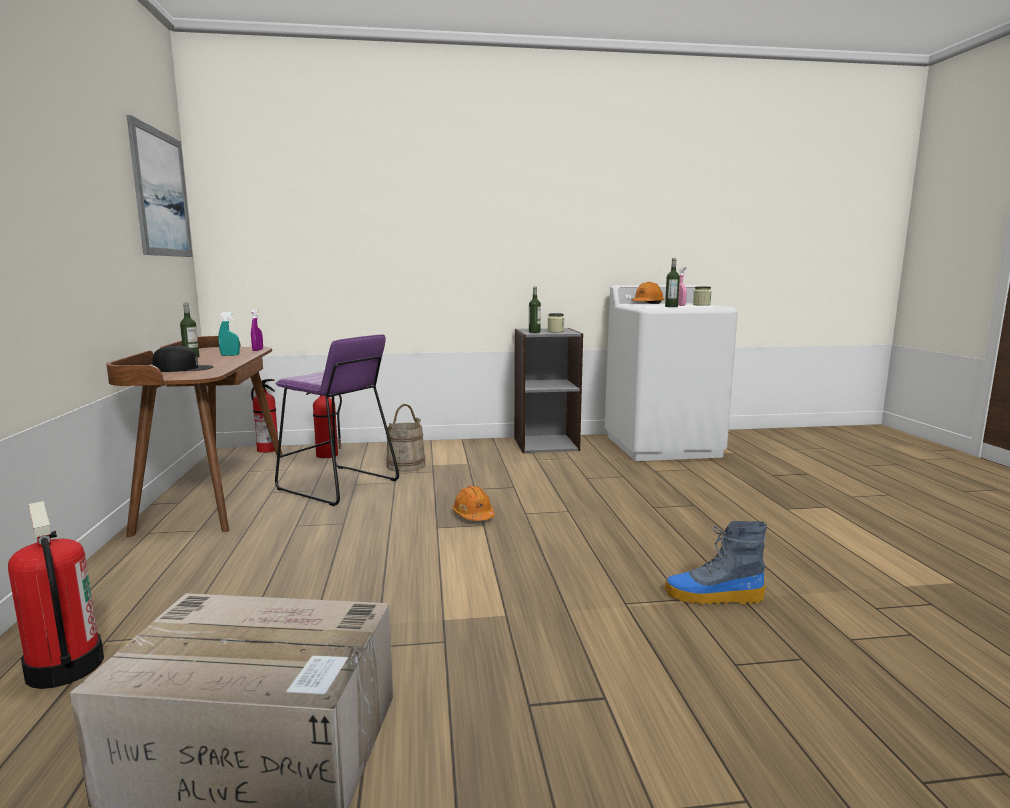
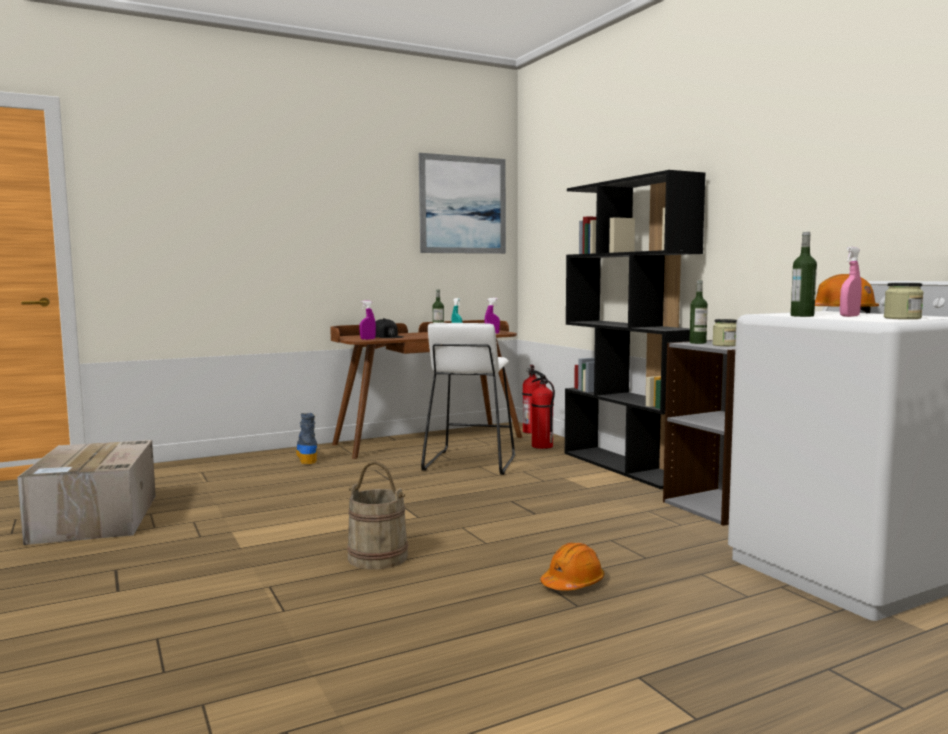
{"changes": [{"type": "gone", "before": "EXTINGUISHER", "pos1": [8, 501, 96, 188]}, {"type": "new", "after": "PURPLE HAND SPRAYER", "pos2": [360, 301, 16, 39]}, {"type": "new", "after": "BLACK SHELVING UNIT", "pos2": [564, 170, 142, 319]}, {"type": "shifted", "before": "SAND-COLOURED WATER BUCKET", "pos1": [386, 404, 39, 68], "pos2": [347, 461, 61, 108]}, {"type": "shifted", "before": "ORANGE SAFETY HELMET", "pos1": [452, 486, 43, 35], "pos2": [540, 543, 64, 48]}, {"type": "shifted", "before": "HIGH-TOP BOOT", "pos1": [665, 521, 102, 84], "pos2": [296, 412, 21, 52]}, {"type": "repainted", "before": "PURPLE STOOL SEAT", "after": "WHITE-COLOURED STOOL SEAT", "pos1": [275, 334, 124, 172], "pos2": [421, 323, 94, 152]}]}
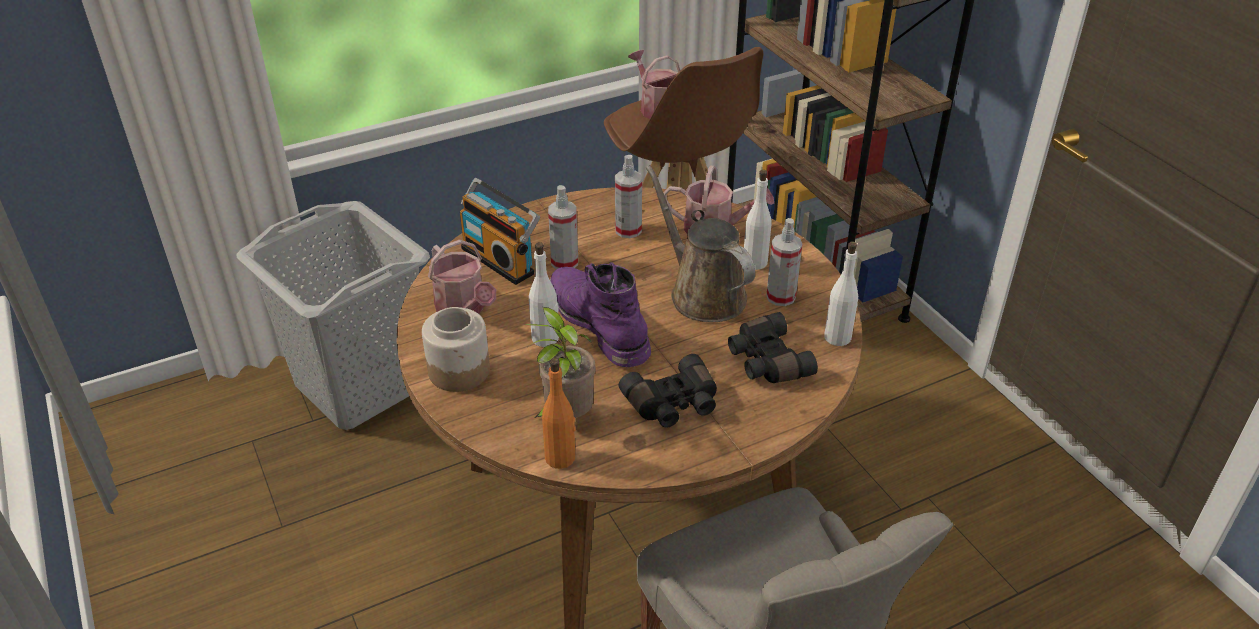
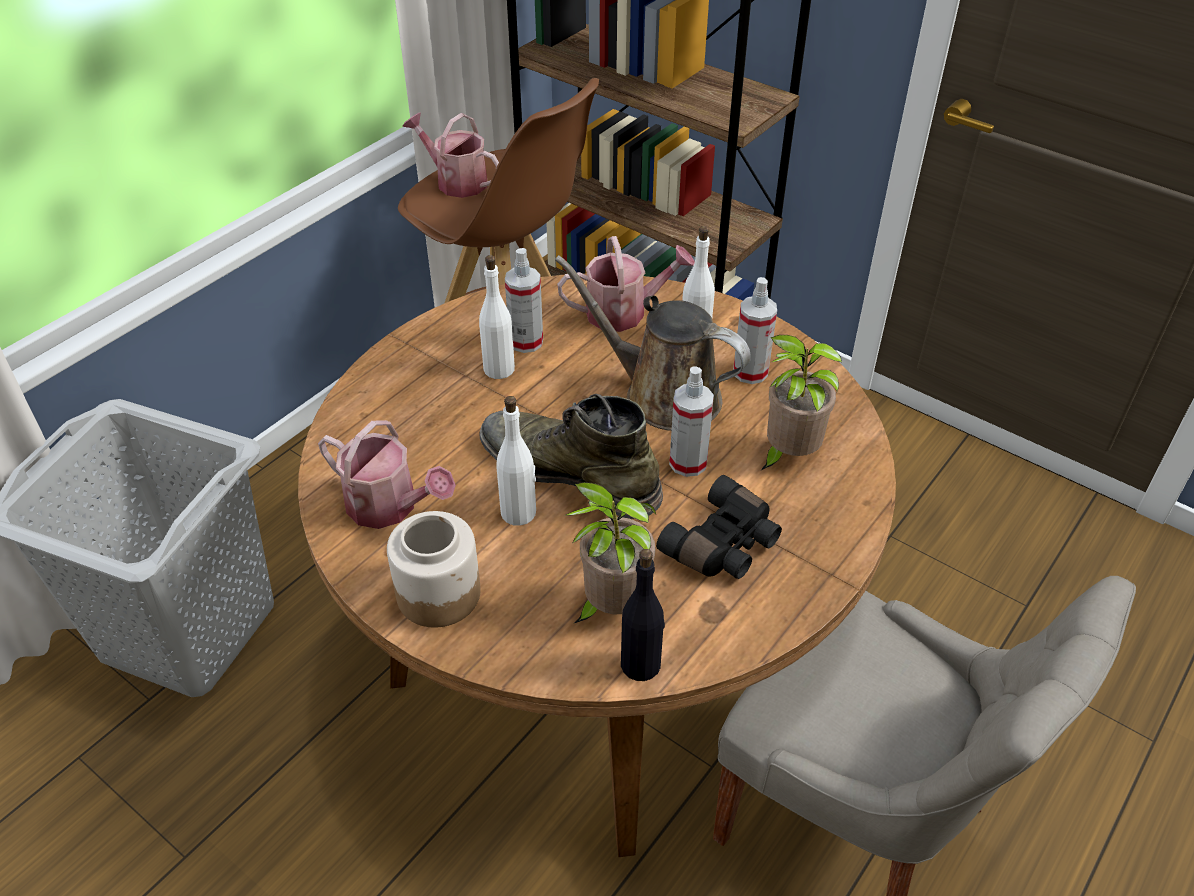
{"changes": [{"type": "gone", "before": "RADIO SET", "pos1": [460, 178, 80, 107]}, {"type": "shifted", "before": "HAND SPRAYER", "pos1": [548, 185, 30, 84], "pos2": [669, 366, 45, 111]}, {"type": "shifted", "before": "WHITE-COLOURED DRINK BOTTLE", "pos1": [824, 241, 34, 105], "pos2": [479, 255, 36, 124]}, {"type": "swapped", "before": "BLACK BINOCULARS", "after": "HOUSEPLANT", "pos1": [728, 312, 90, 71], "pos2": [760, 335, 82, 136]}, {"type": "repainted", "before": "ORANGE DRINK BOTTLE", "after": "BLACK DRINK BOTTLE", "pos1": [542, 358, 33, 111], "pos2": [621, 549, 44, 132]}, {"type": "repainted", "before": "PURPLE HIGH-TOP BOOT", "after": "GREENISH HIGH-TOP BOOT", "pos1": [550, 262, 101, 105], "pos2": [479, 394, 184, 125]}]}
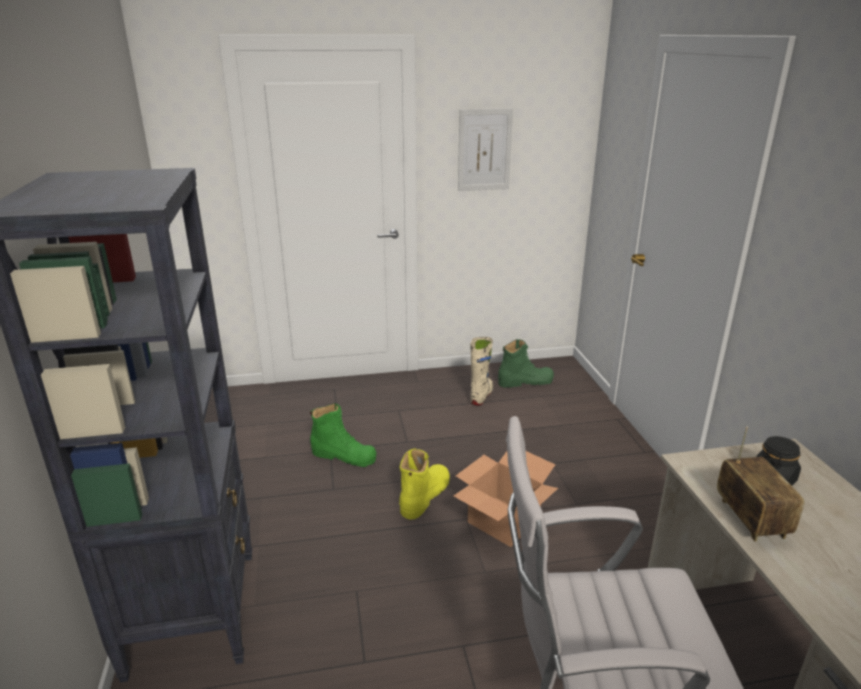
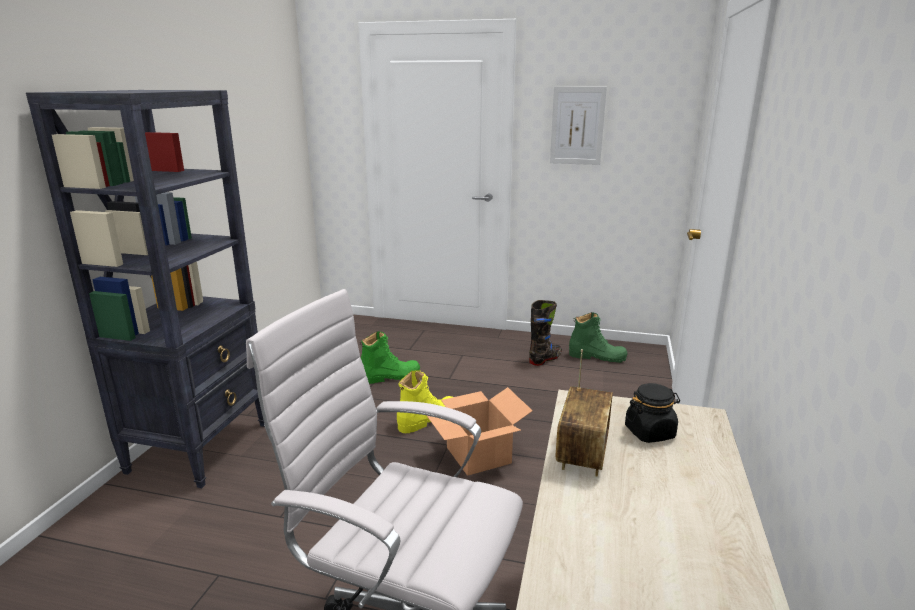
{"changes": [{"type": "repainted", "before": "SAND-COLOURED HIGH-TOP BOOT", "after": "BLACK HIGH-TOP BOOT", "pos1": [470, 337, 23, 68], "pos2": [529, 300, 33, 66]}, {"type": "rotated", "before": "GREENISH HIGH-TOP BOOT", "pos1": [310, 403, 67, 64], "pos2": [360, 331, 60, 53], "turn": -60}]}
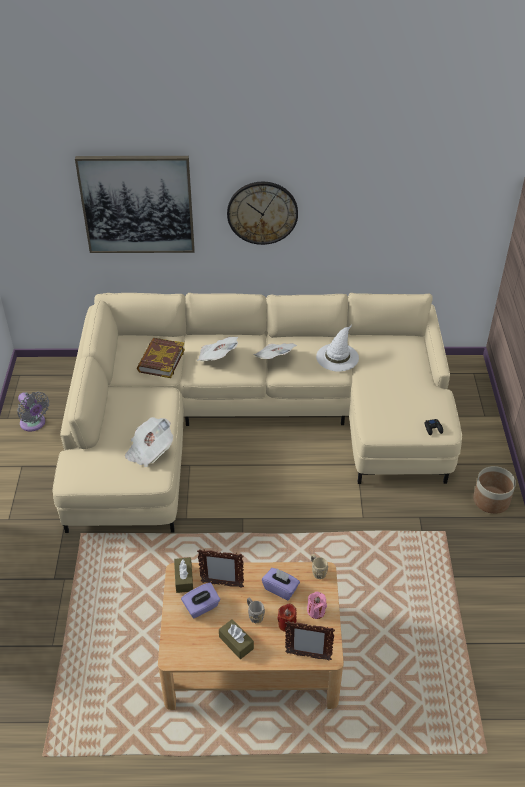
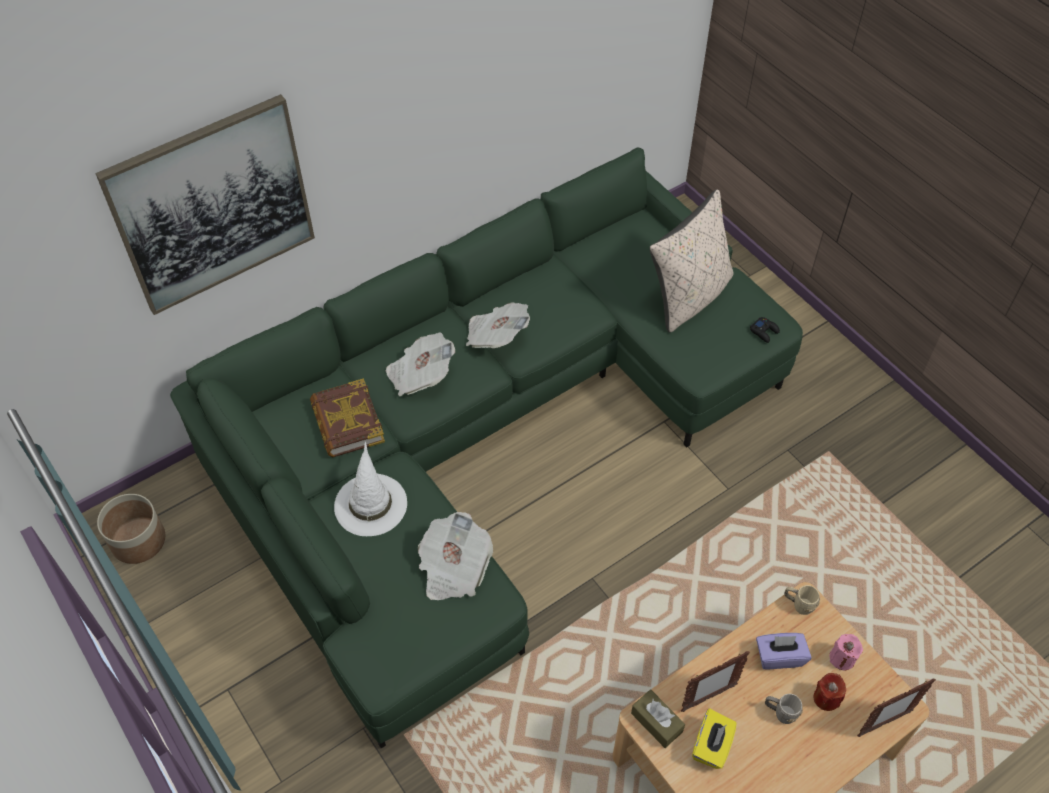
{"changes": [{"type": "gone", "before": "GRAY ELECTRIC FAN", "pos1": [17, 392, 32, 40]}, {"type": "gone", "before": "BROWN-COLOURED BOX OF TISSUES", "pos1": [219, 619, 35, 40]}, {"type": "gone", "before": "HANGING CLOCK", "pos1": [227, 182, 71, 63]}, {"type": "new", "after": "SAND-COLOURED CUSHION", "pos2": [650, 190, 84, 143]}, {"type": "shifted", "before": "WHITE-COLOURED HAT", "pos1": [316, 325, 43, 46], "pos2": [334, 441, 73, 95]}, {"type": "shifted", "before": "FLOWER POT", "pos1": [473, 466, 43, 48], "pos2": [97, 494, 68, 70]}, {"type": "repainted", "before": "SAND-COLOURED SETTEE", "after": "GREENISH SETTEE", "pos1": [52, 293, 410, 240], "pos2": [170, 147, 633, 602]}, {"type": "repainted", "before": "PURPLE BOX OF TISSUES", "after": "YELLOW BOX OF TISSUES", "pos1": [181, 583, 39, 35], "pos2": [692, 709, 45, 60]}]}
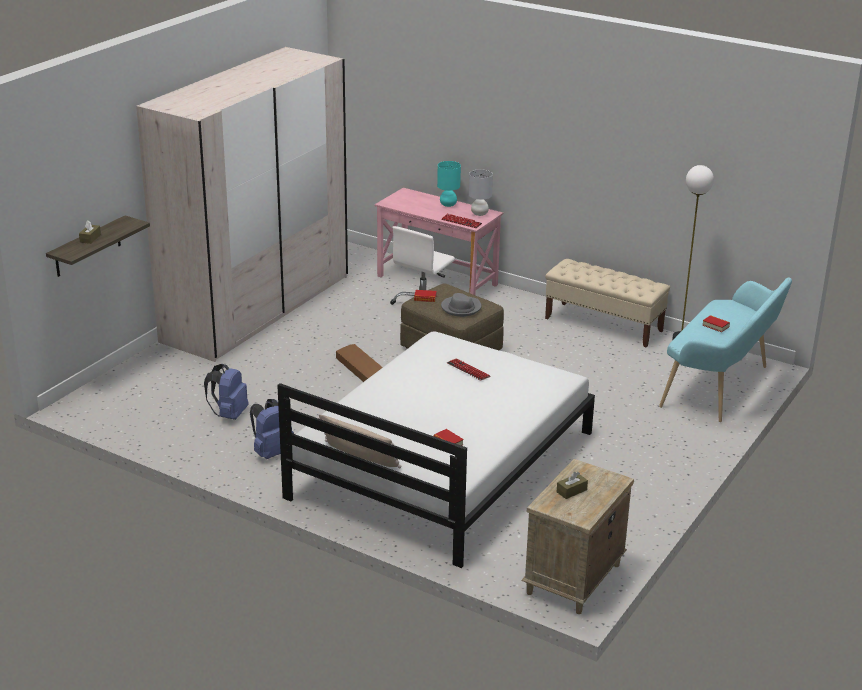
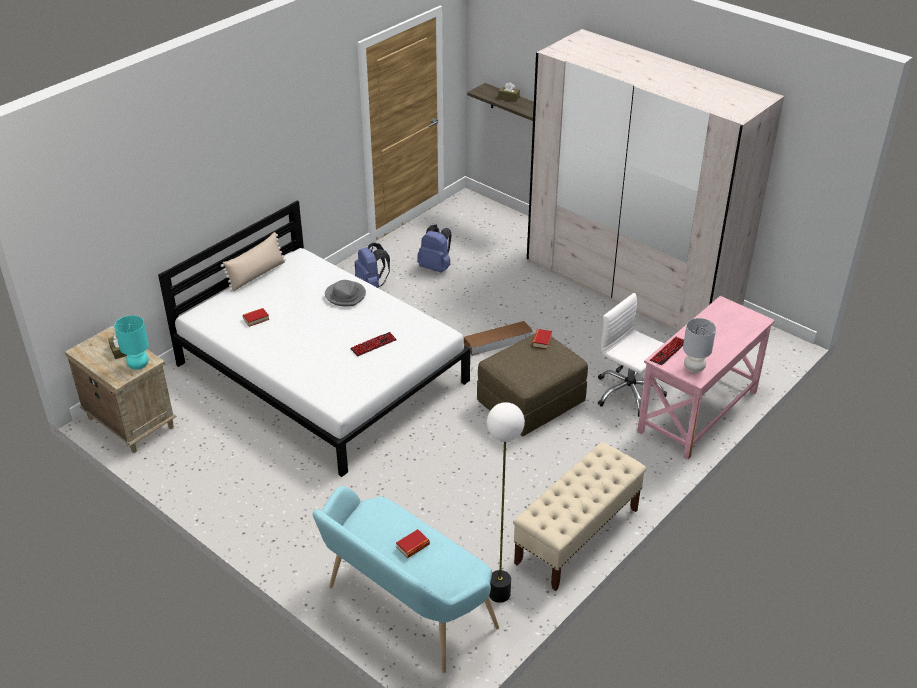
{"changes": [{"type": "shifted", "before": "BLUE-GREEN TABLETOP LAMP", "pos1": [437, 161, 24, 46], "pos2": [114, 315, 35, 55]}, {"type": "shifted", "before": "GRAY HAT", "pos1": [441, 293, 40, 24], "pos2": [325, 280, 41, 26]}]}
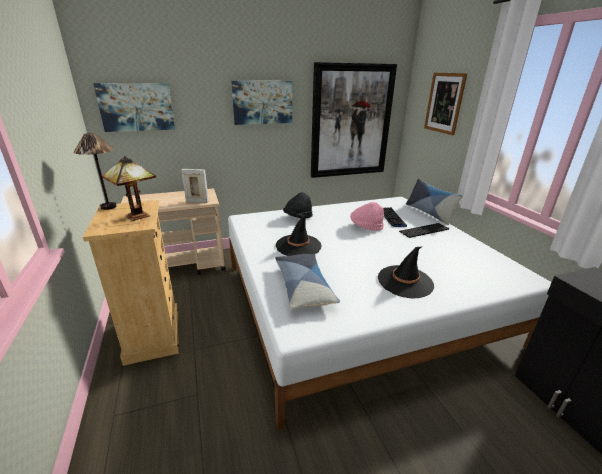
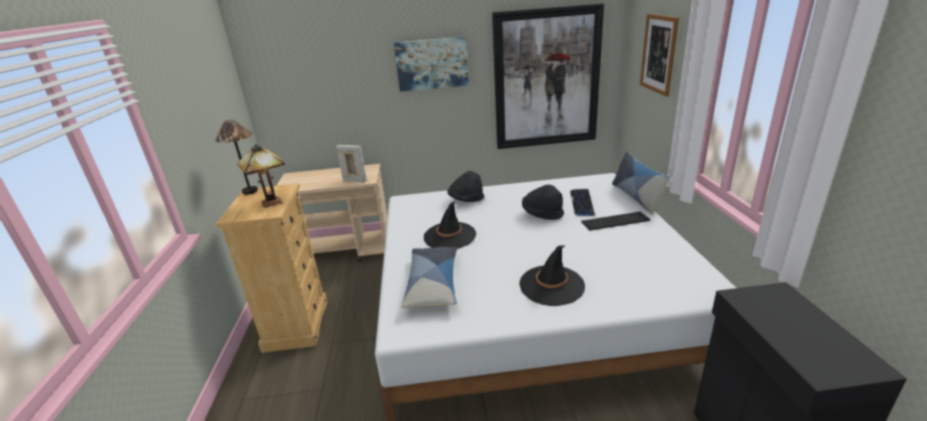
{"changes": [{"type": "gone", "before": "WALL PICTURE", "pos1": [93, 83, 82, 49]}, {"type": "repainted", "before": "PINK HAT", "after": "BLACK HAT", "pos1": [350, 202, 34, 29], "pos2": [522, 184, 42, 36]}]}
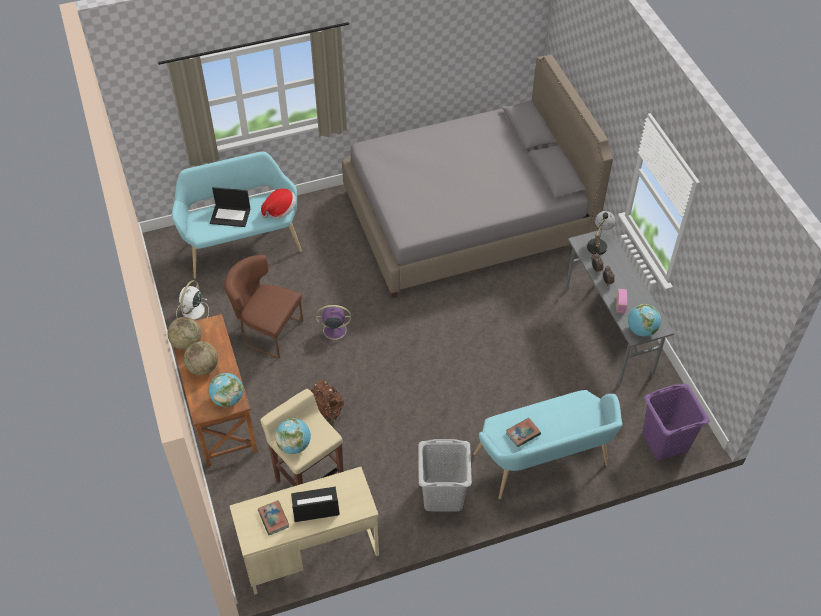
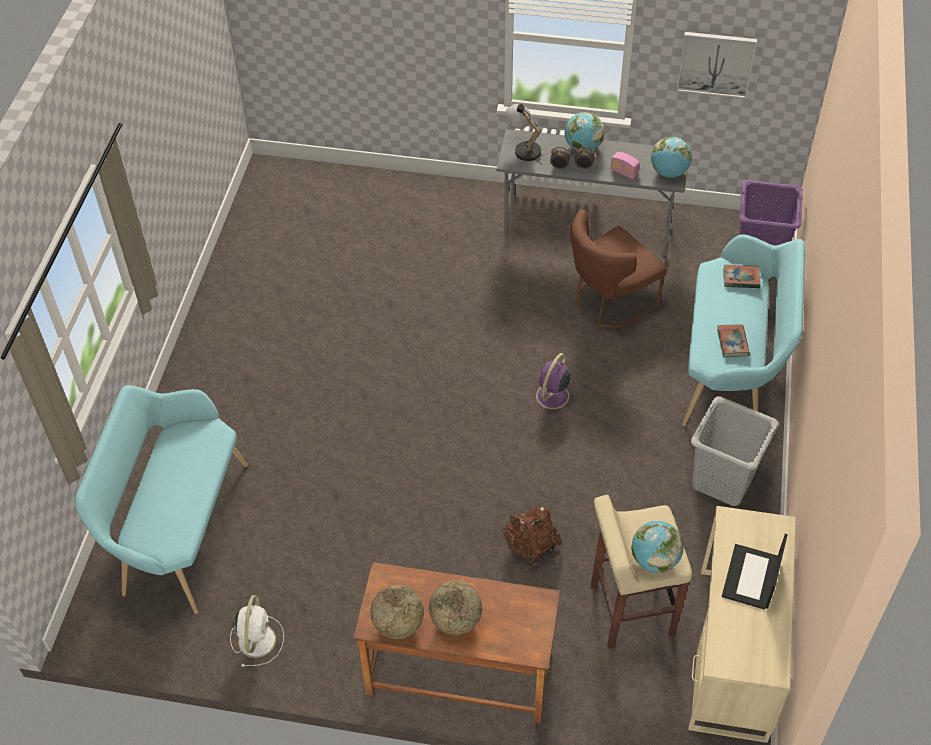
{"changes": [{"type": "gone", "before": "PORTABLE COMPUTER", "pos1": [210, 187, 40, 40]}, {"type": "gone", "before": "HAT", "pos1": [261, 189, 35, 30]}, {"type": "gone", "before": "GRAY BED", "pos1": [342, 55, 271, 243]}, {"type": "new", "after": "WALL PICTURE", "pos2": [677, 32, 80, 67]}, {"type": "shifted", "before": "GLOBE", "pos1": [209, 373, 34, 34], "pos2": [565, 112, 39, 38]}, {"type": "shifted", "before": "BROWN-COLOURED CHAIR", "pos1": [224, 255, 79, 103], "pos2": [570, 209, 97, 119]}, {"type": "shifted", "before": "BOOK", "pos1": [258, 500, 31, 35], "pos2": [723, 265, 38, 23]}, {"type": "shifted", "before": "PURPLE ELECTRIC FAN", "pos1": [316, 305, 37, 39], "pos2": [528, 353, 47, 64]}, {"type": "rotated", "before": "WHITE-COLOURED ELECTRIC FAN", "pos1": [176, 280, 33, 40], "pos2": [230, 595, 54, 72], "turn": -135}]}
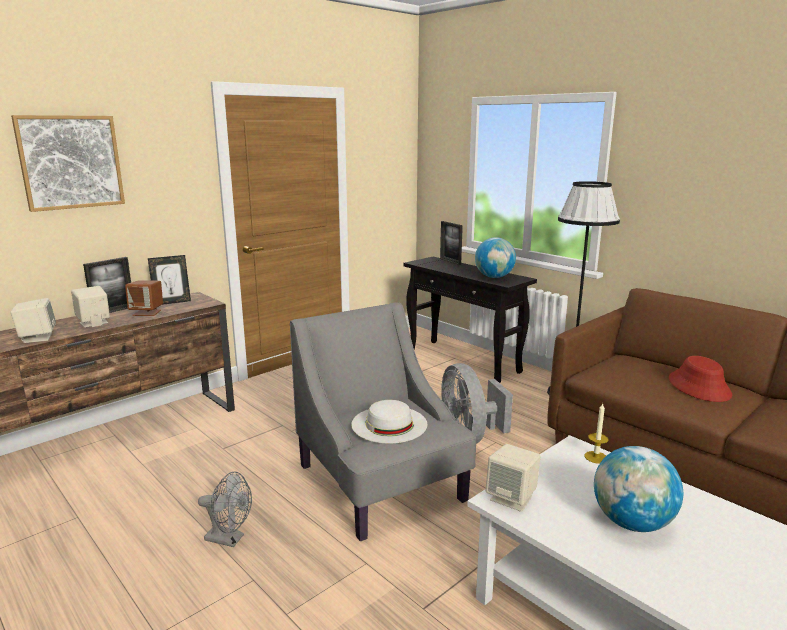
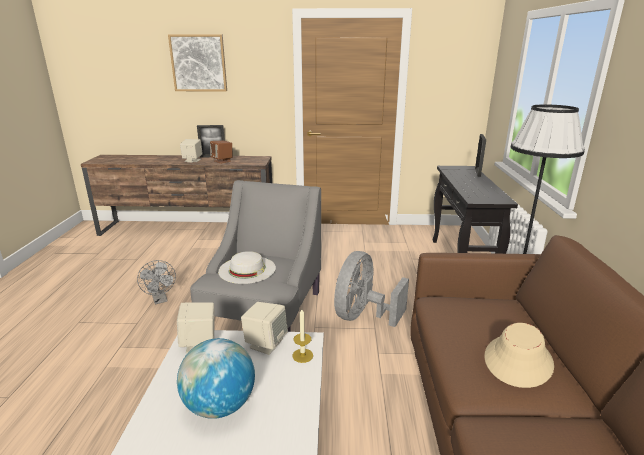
{"changes": [{"type": "gone", "before": "PICTURE FRAME", "pos1": [148, 255, 43, 50]}, {"type": "gone", "before": "GLOBE", "pos1": [475, 237, 41, 41]}, {"type": "shifted", "before": "SAND-COLOURED LOUDSPEAKER", "pos1": [10, 298, 46, 45], "pos2": [241, 302, 47, 53]}, {"type": "repainted", "before": "REDDISH HAT", "after": "SAND-COLOURED HAT", "pos1": [669, 356, 64, 46], "pos2": [484, 323, 70, 65]}]}
